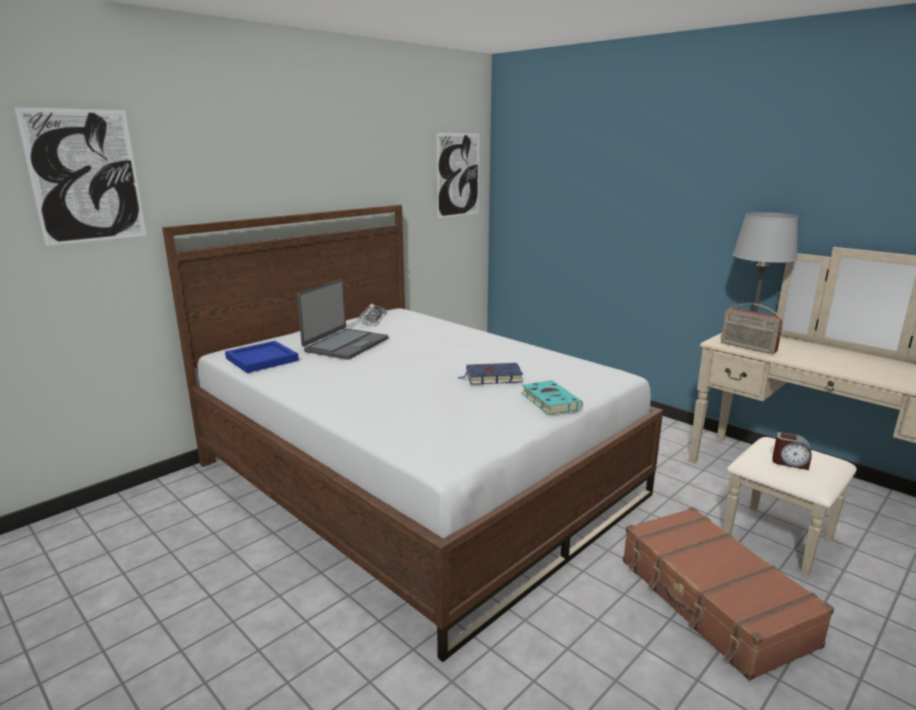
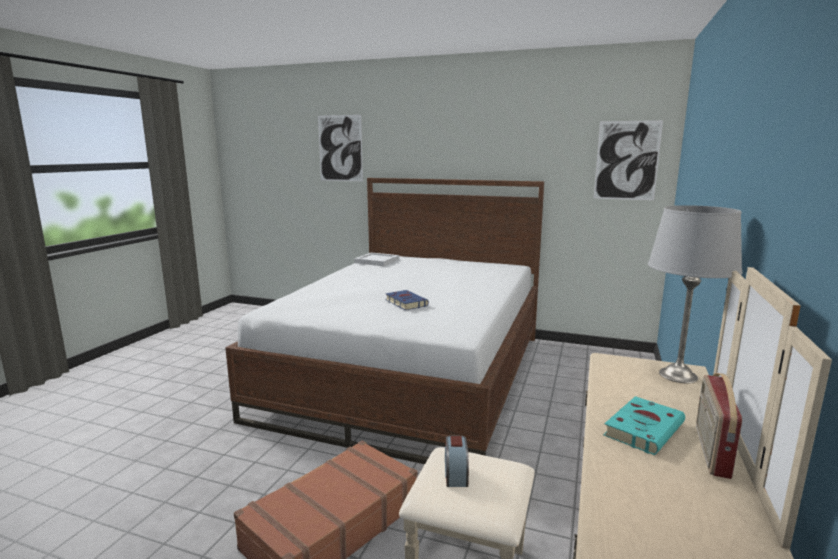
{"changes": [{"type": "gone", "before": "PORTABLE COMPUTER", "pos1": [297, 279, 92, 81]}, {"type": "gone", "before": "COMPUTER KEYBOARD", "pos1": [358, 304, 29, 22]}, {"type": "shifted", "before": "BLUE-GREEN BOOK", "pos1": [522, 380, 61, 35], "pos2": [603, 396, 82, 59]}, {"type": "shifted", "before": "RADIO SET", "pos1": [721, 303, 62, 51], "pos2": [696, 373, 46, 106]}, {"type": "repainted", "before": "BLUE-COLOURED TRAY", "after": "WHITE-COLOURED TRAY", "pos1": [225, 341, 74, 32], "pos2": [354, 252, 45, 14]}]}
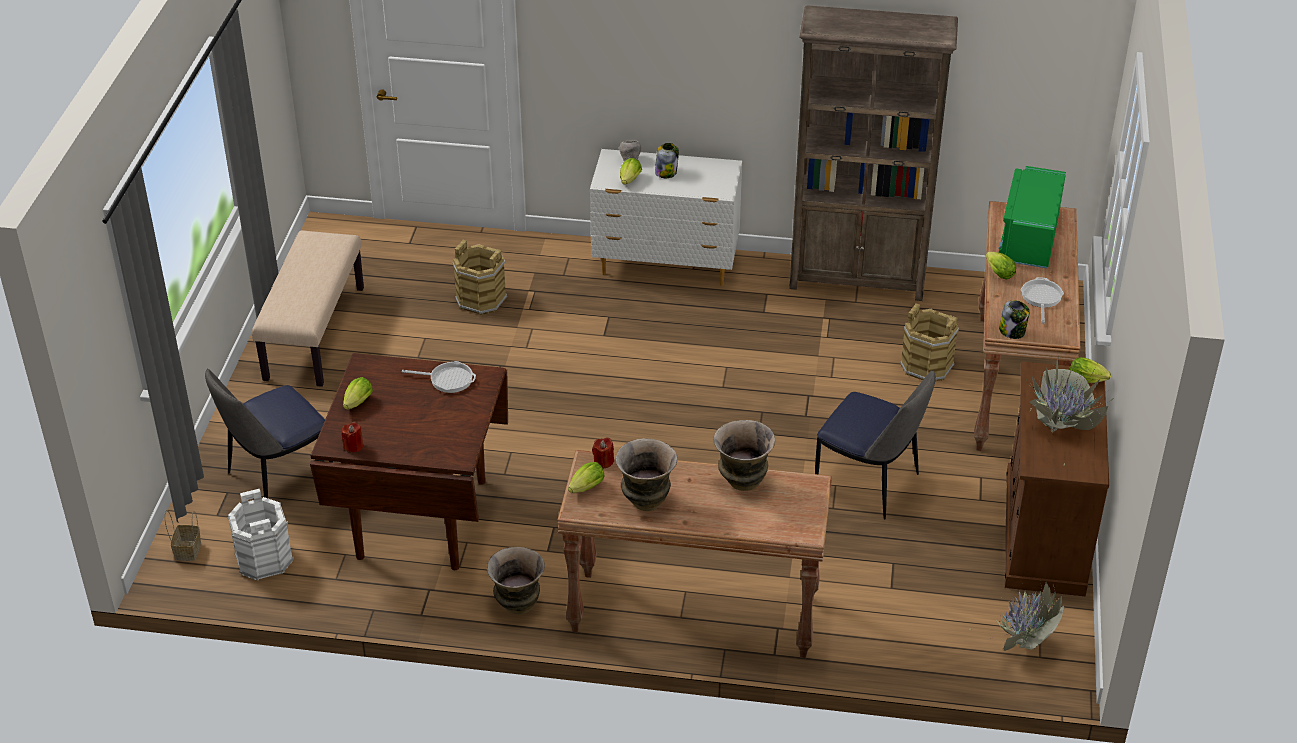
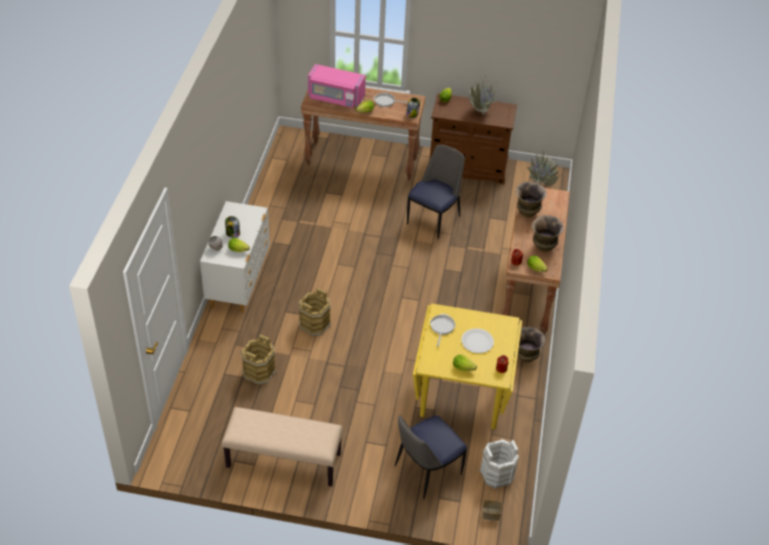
{"changes": [{"type": "gone", "before": "BROWN-COLOURED SHELVING UNIT", "pos1": [789, 5, 169, 296]}, {"type": "new", "after": "WHITE-COLOURED PLATE", "pos2": [461, 328, 33, 25]}, {"type": "shifted", "before": "BROWN-COLOURED WATER BUCKET", "pos1": [900, 303, 59, 79], "pos2": [298, 288, 33, 48]}, {"type": "repainted", "before": "BROWN-COLOURED DINNER TABLE", "after": "YELLOW DINNER TABLE", "pos1": [310, 353, 198, 217], "pos2": [413, 303, 109, 126]}, {"type": "repainted", "before": "GREENISH KITCHEN MICROWAVE", "after": "PINK KITCHEN MICROWAVE", "pos1": [999, 166, 67, 103], "pos2": [308, 64, 58, 44]}, {"type": "rotated", "before": "CHAIR", "pos1": [205, 369, 128, 129], "pos2": [395, 415, 72, 84], "turn": 90}]}
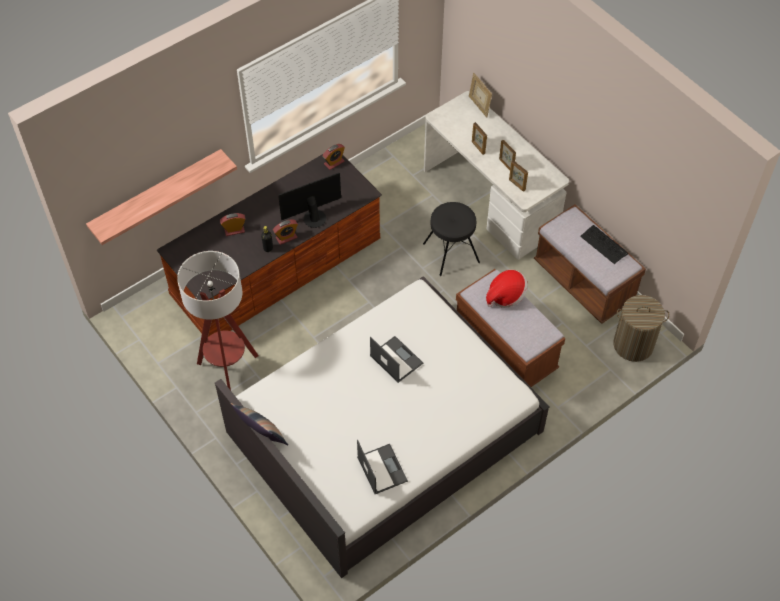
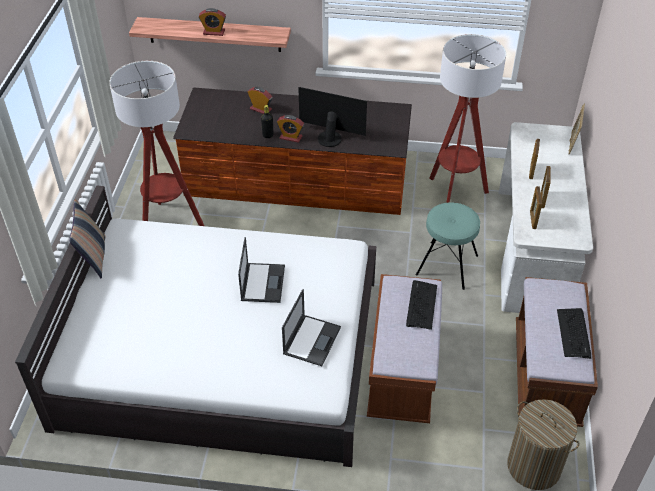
{"changes": [{"type": "new", "after": "STANDARD LAMP", "pos2": [430, 34, 76, 169]}, {"type": "shifted", "before": "BEDSIDE CLOCK", "pos1": [322, 144, 23, 26], "pos2": [199, 8, 27, 28]}, {"type": "shifted", "before": "PORTABLE COMPUTER", "pos1": [357, 440, 51, 54], "pos2": [282, 289, 59, 77]}, {"type": "swapped", "before": "HAT", "after": "COMPUTER KEYBOARD", "pos1": [486, 270, 42, 38], "pos2": [406, 280, 31, 50]}, {"type": "repainted", "before": "BLACK STOOL SEAT", "after": "BLUE-GREEN STOOL SEAT", "pos1": [423, 202, 57, 74], "pos2": [416, 203, 64, 87]}]}
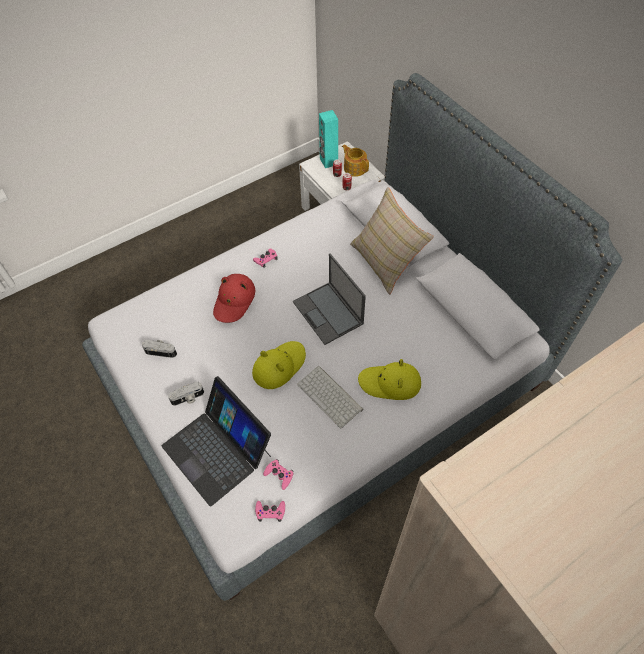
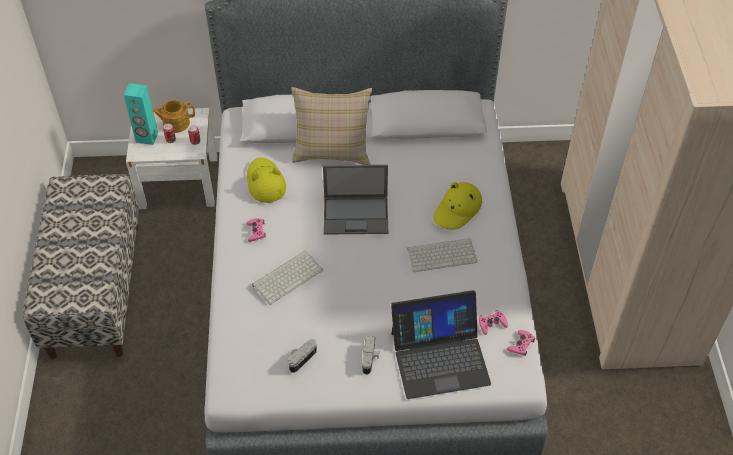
{"changes": [{"type": "new", "after": "BENCH", "pos2": [23, 174, 116, 185]}, {"type": "shifted", "before": "YELLOW HAT", "pos1": [252, 341, 54, 48], "pos2": [247, 157, 39, 46]}, {"type": "swapped", "before": "REDDISH HAT", "after": "COMPUTER KEYBOARD", "pos1": [213, 274, 42, 49], "pos2": [252, 250, 71, 55]}]}
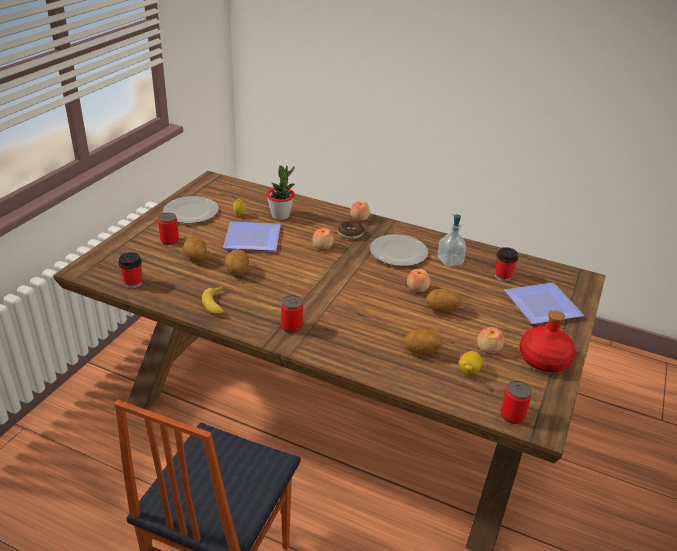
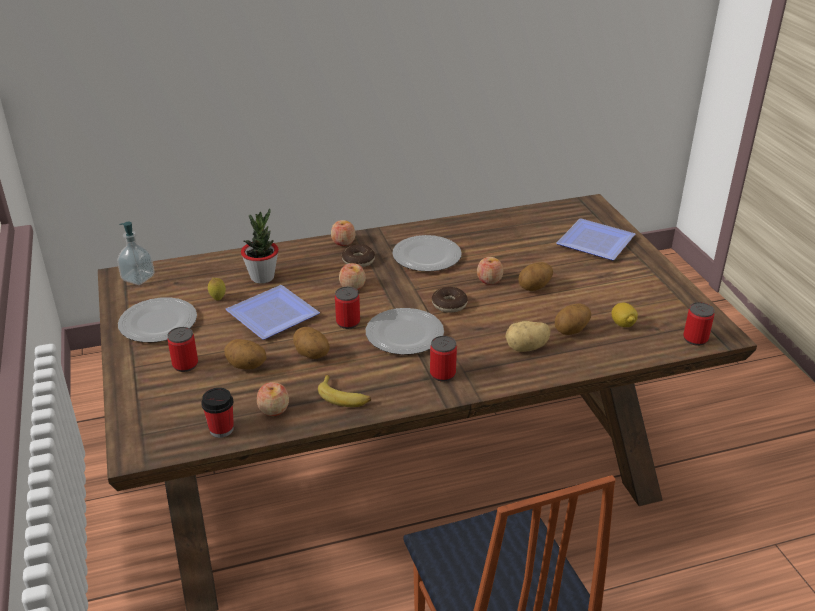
{"changes": [{"type": "gone", "before": "DRINKING CUP", "pos1": [495, 247, 23, 35]}, {"type": "gone", "before": "REDDISH DRINK BOTTLE", "pos1": [519, 310, 56, 62]}, {"type": "new", "after": "SEALED CAN", "pos2": [335, 287, 25, 42]}, {"type": "new", "after": "PLATE", "pos2": [366, 308, 78, 47]}, {"type": "new", "after": "RING DOUGHNUT", "pos2": [432, 287, 36, 26]}, {"type": "new", "after": "POTATO", "pos2": [505, 321, 45, 31]}, {"type": "shifted", "before": "LIQUID SOAP BOTTLE", "pos1": [438, 214, 28, 53], "pos2": [117, 222, 37, 63]}, {"type": "shifted", "before": "APPLE", "pos1": [477, 327, 27, 27], "pos2": [257, 382, 32, 34]}]}
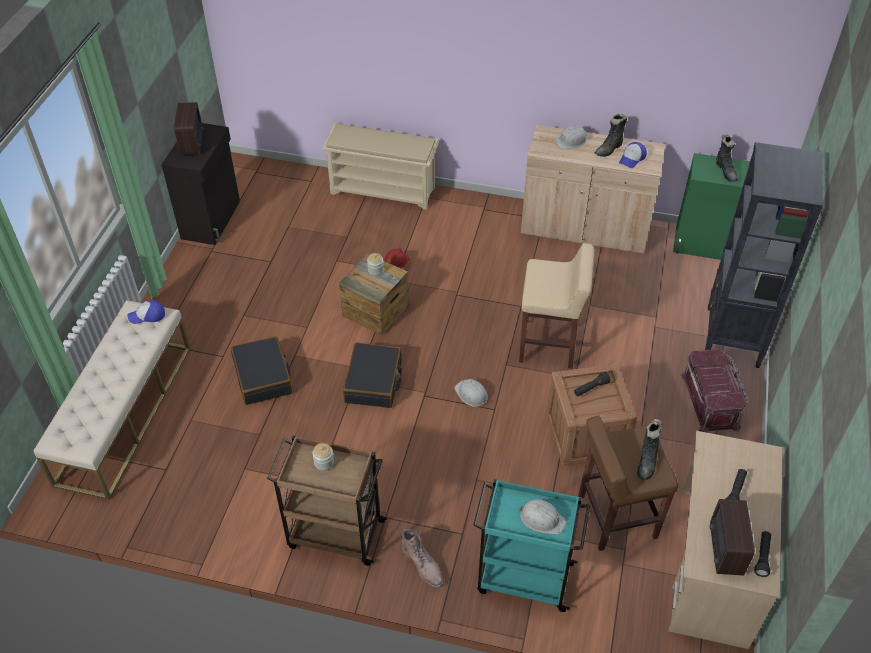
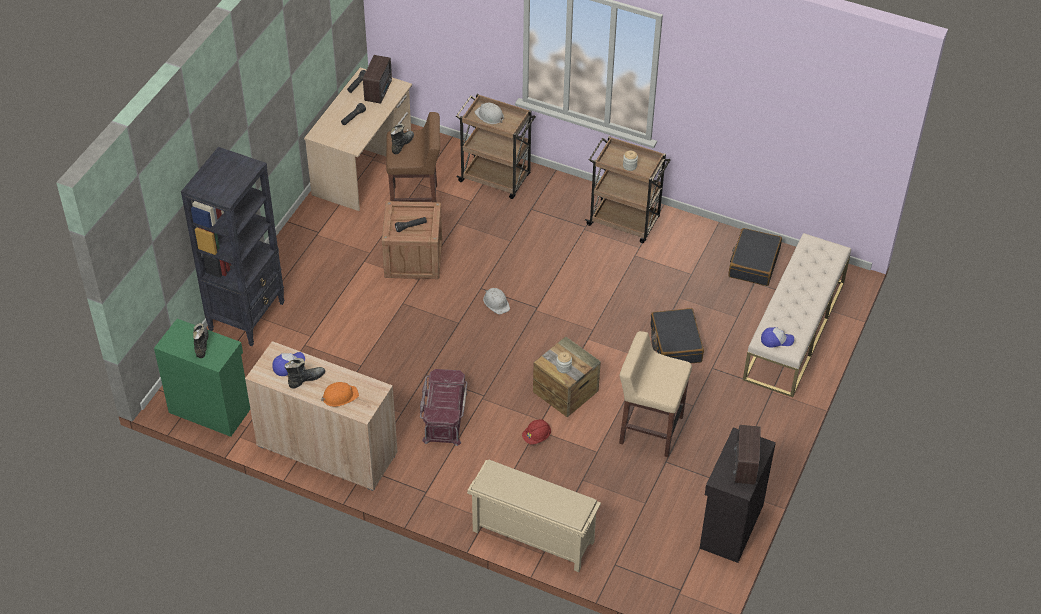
{"changes": [{"type": "gone", "before": "BROWN-COLOURED HIGH-TOP BOOT", "pos1": [402, 529, 42, 59]}, {"type": "shifted", "before": "BLACK PIECE OF LUGGAGE", "pos1": [343, 342, 59, 66], "pos2": [728, 228, 54, 58]}, {"type": "shifted", "before": "SAND-COLOURED STOOL SEAT", "pos1": [519, 243, 75, 126], "pos2": [619, 331, 73, 126]}, {"type": "shifted", "before": "REDDISH STORAGE BOX", "pos1": [680, 349, 69, 84], "pos2": [420, 369, 47, 77]}, {"type": "repainted", "before": "BLUE-GREEN TROLLEY", "after": "BROWN-COLOURED TROLLEY", "pos1": [473, 479, 117, 133], "pos2": [456, 94, 80, 105]}, {"type": "repainted", "before": "WHITE-COLOURED SAFETY HELMET", "after": "ORANGE SAFETY HELMET", "pos1": [554, 125, 33, 24], "pos2": [321, 382, 38, 25]}]}
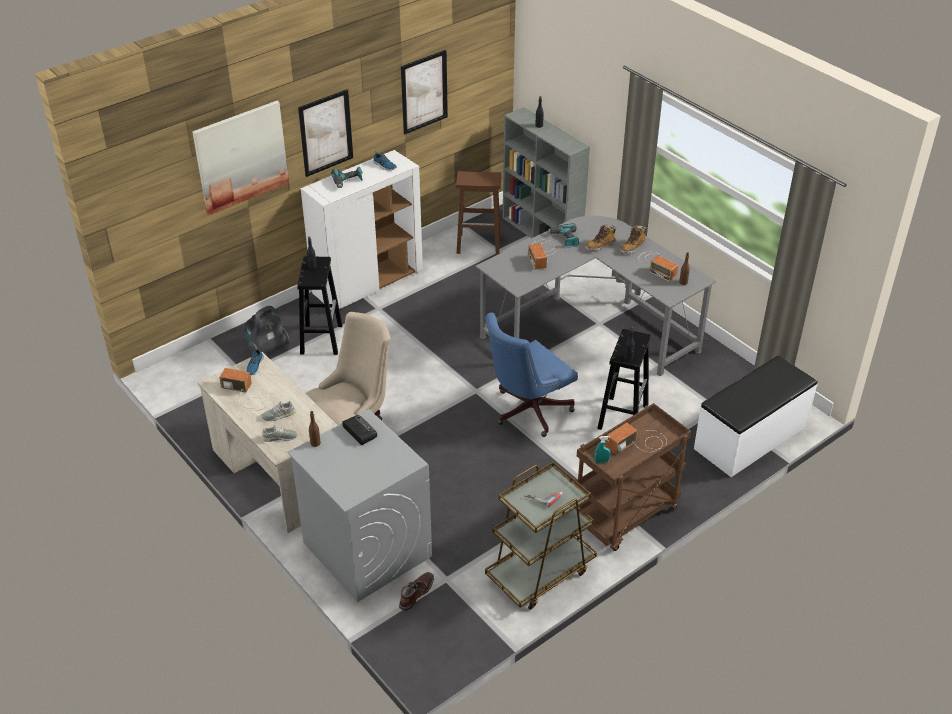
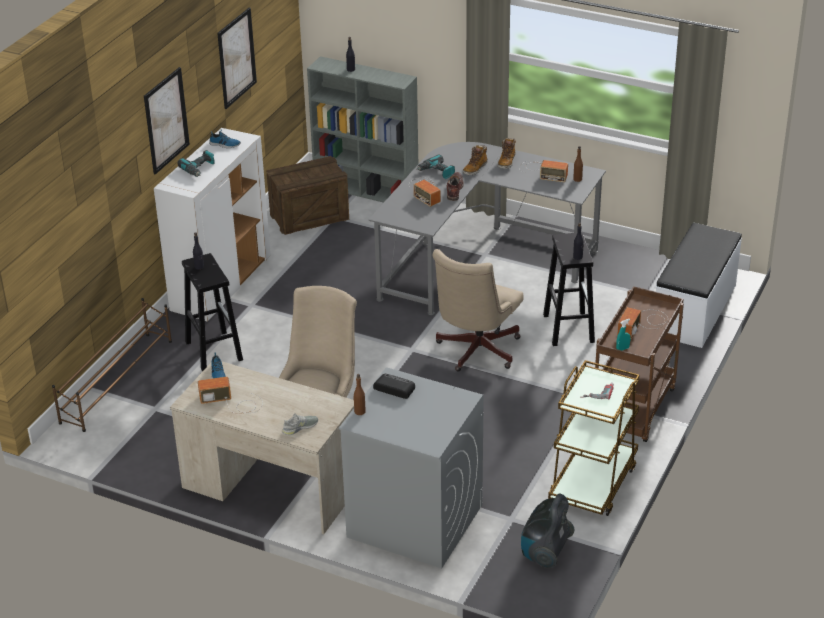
{"changes": [{"type": "gone", "before": "WALL PICTURE", "pos1": [193, 101, 96, 114]}, {"type": "gone", "before": "GRAY SHOE", "pos1": [261, 401, 35, 20]}, {"type": "new", "after": "BROWN-COLOURED SHOE SHELF", "pos2": [52, 298, 120, 134]}, {"type": "shifted", "before": "VACUUM", "pos1": [244, 306, 46, 48], "pos2": [521, 493, 53, 76]}, {"type": "shifted", "before": "BROWN-COLOURED HIGH-TOP BOOT", "pos1": [399, 572, 35, 39], "pos2": [446, 172, 18, 29]}, {"type": "swapped", "before": "BROWN-COLOURED STOOL SEAT", "after": "CRATE", "pos1": [456, 171, 46, 84], "pos2": [266, 156, 83, 79]}, {"type": "repainted", "before": "BLUE-COLOURED DESK CHAIR", "after": "SAND-COLOURED DESK CHAIR", "pos1": [485, 312, 93, 125], "pos2": [433, 249, 91, 122]}]}
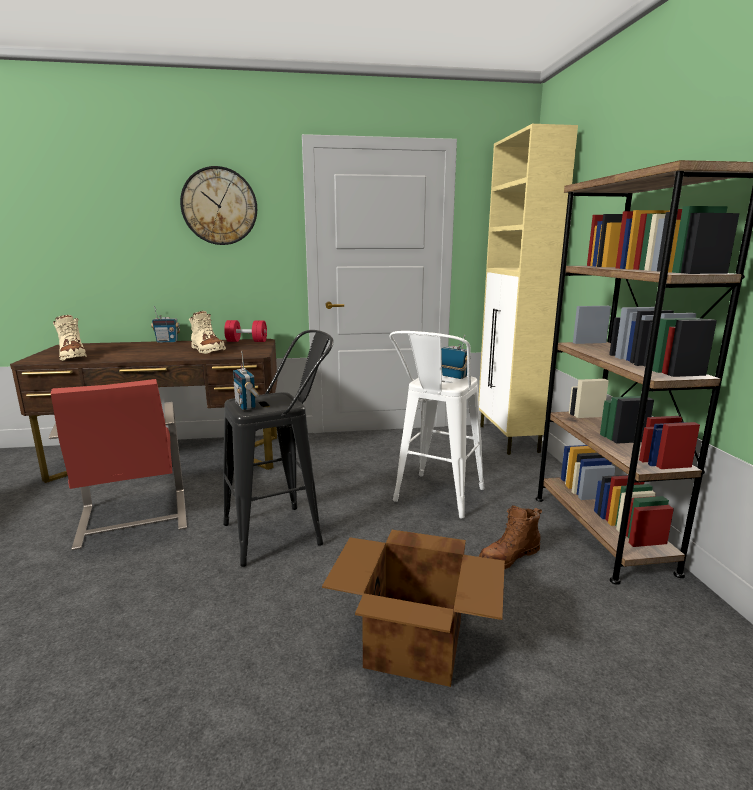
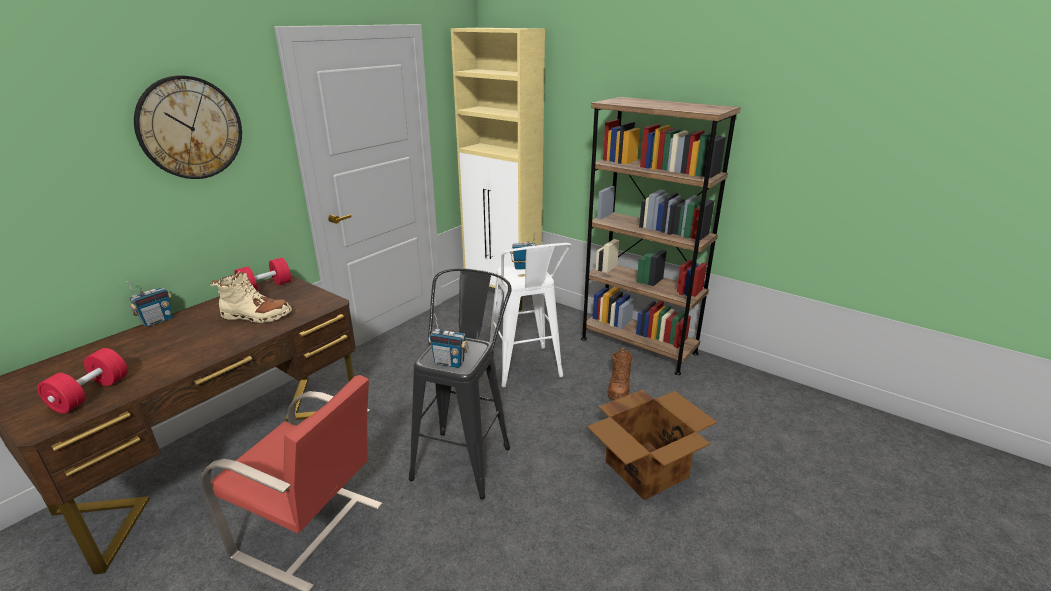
{"changes": [{"type": "swapped", "before": "SAND-COLOURED HIGH-TOP BOOT", "after": "REDDISH HAND WEIGHT", "pos1": [53, 315, 34, 46], "pos2": [37, 348, 91, 66]}]}
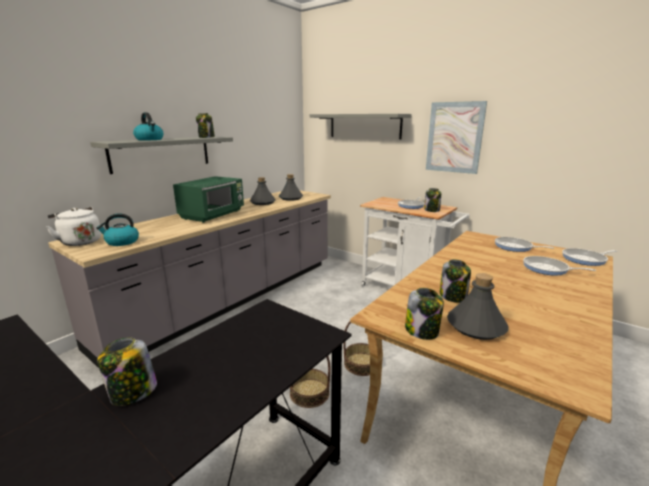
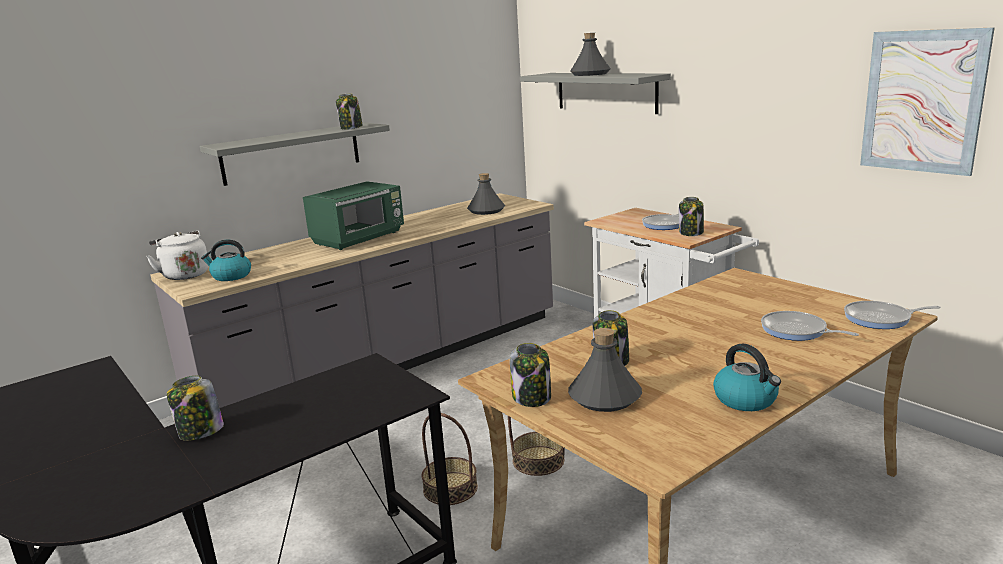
{"changes": [{"type": "gone", "before": "SKILLET", "pos1": [495, 237, 59, 15]}, {"type": "shifted", "before": "WATER KETTLE", "pos1": [133, 112, 31, 28], "pos2": [713, 343, 68, 68]}, {"type": "shifted", "before": "GRAY DRINK BOTTLE", "pos1": [250, 177, 26, 28], "pos2": [570, 33, 40, 43]}, {"type": "shifted", "before": "WALL PICTURE", "pos1": [426, 101, 61, 73], "pos2": [860, 27, 135, 149]}]}
